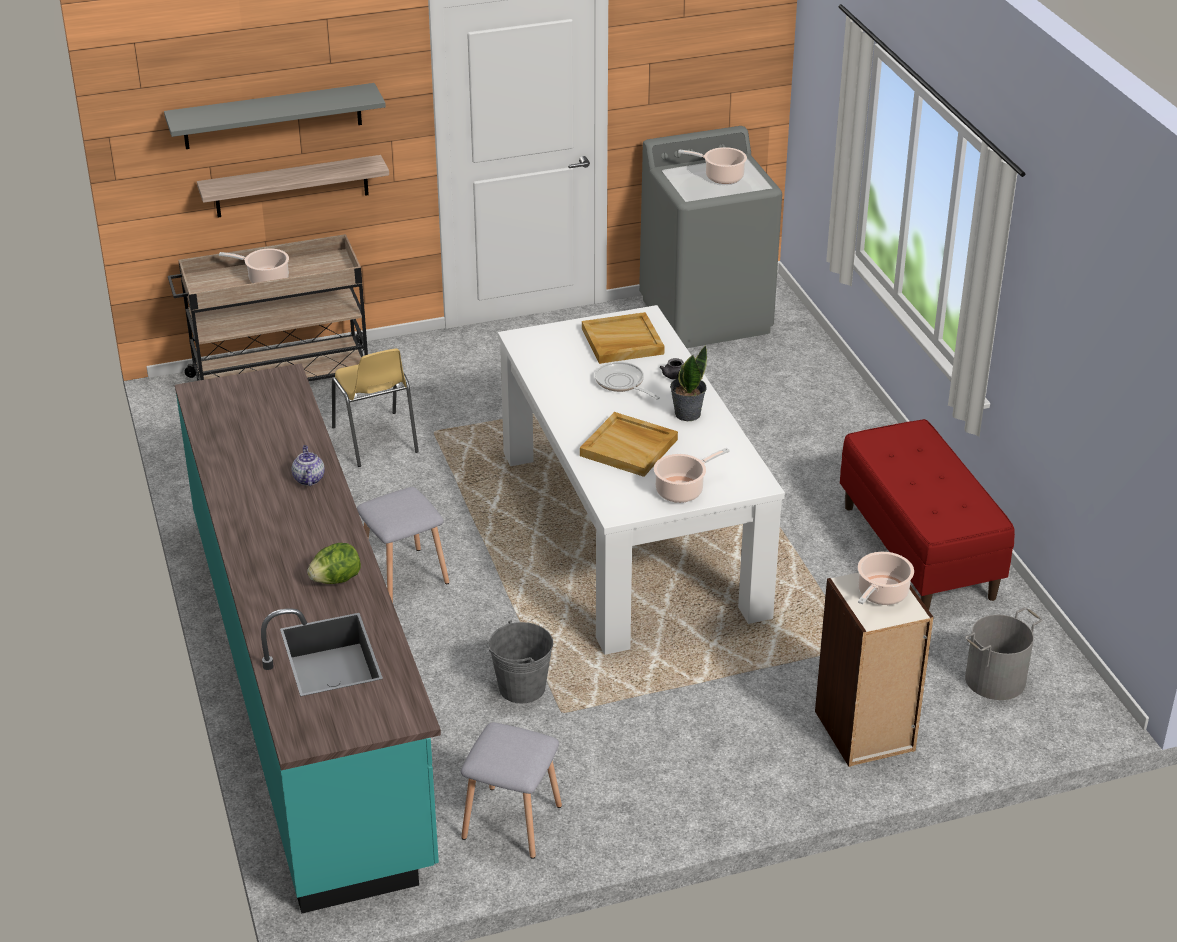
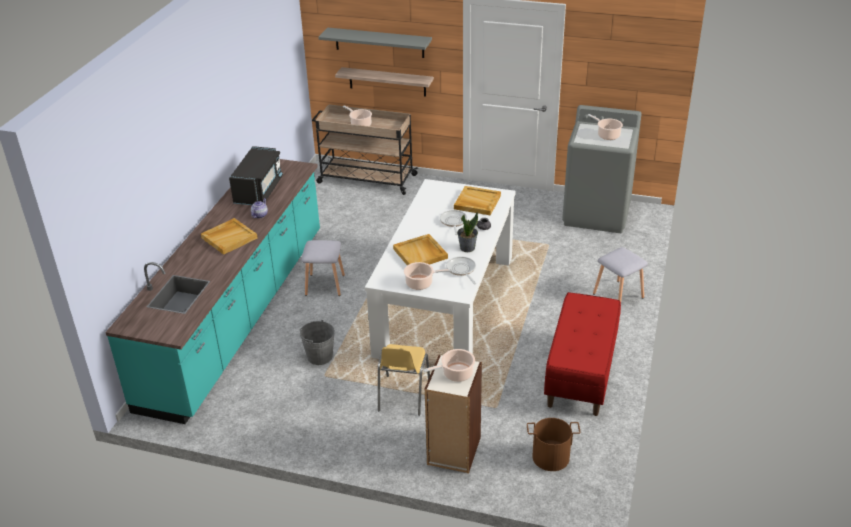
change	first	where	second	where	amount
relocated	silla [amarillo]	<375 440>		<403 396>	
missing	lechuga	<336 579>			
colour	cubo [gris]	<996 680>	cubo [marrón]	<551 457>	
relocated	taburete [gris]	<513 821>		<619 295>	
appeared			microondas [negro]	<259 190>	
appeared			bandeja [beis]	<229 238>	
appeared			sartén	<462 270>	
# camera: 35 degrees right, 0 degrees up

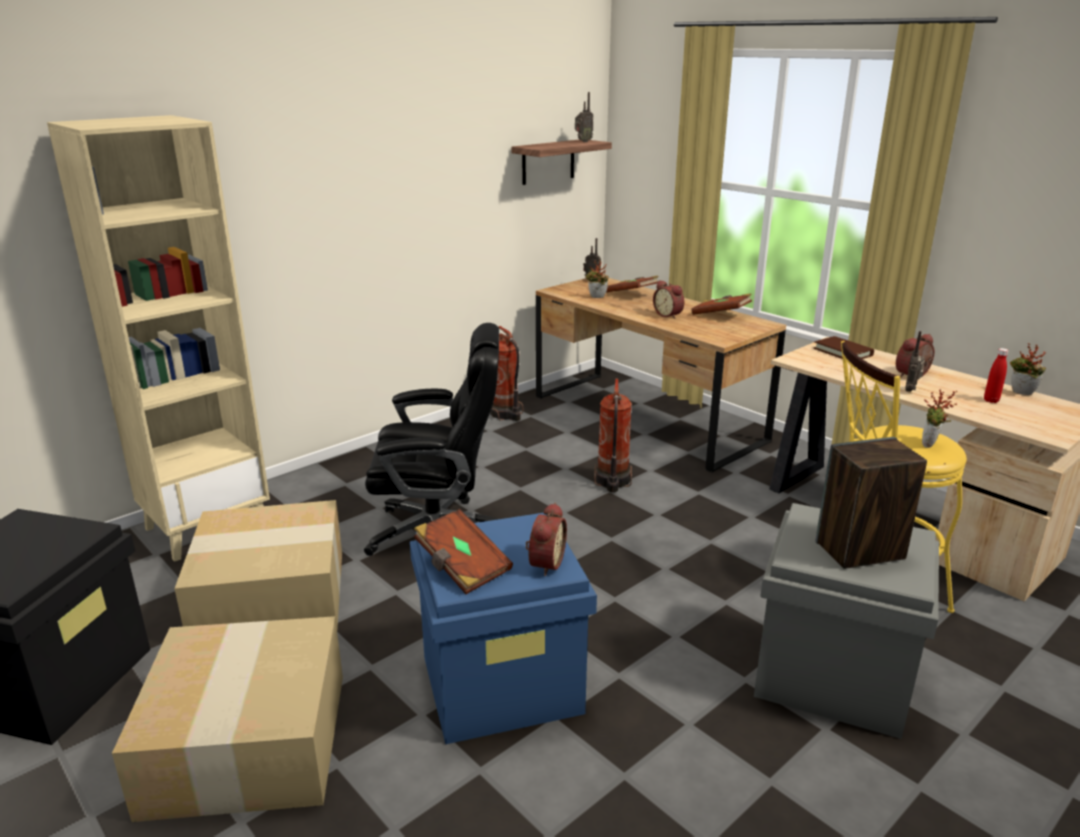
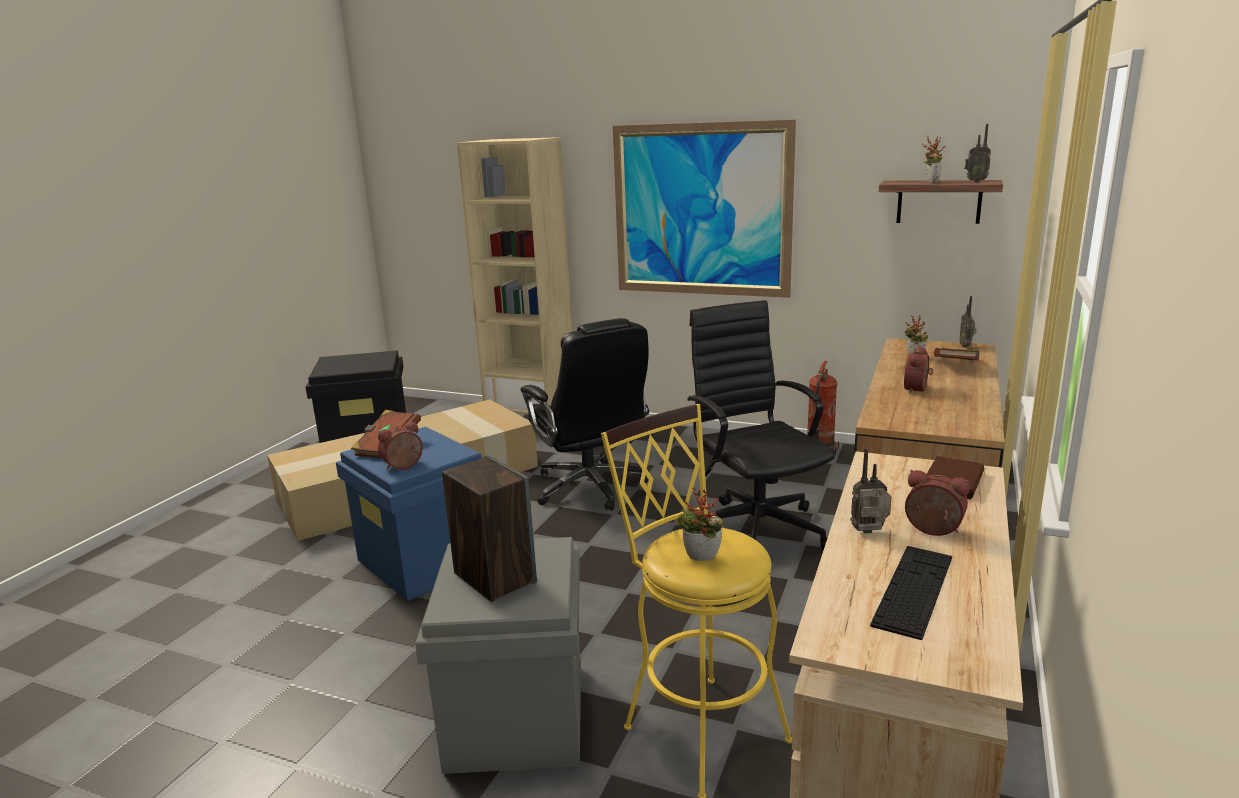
change	first	where	second	where	amount
missing	libro [marrón]	<720 315>			
relocated	planta en maceta	<1021 393>		<930 182>	
exchanged	botella [rojo]	<991 400>	teclado	<913 590>	
exchanged	extintor	<611 481>	silla de oficina [negro]	<756 530>	
spun	despertador	<544 563>		<404 467>	150 degrees clockwise
appeared			cuadro	<701 210>	
# camera: 65 degrees right, 5 degrees down

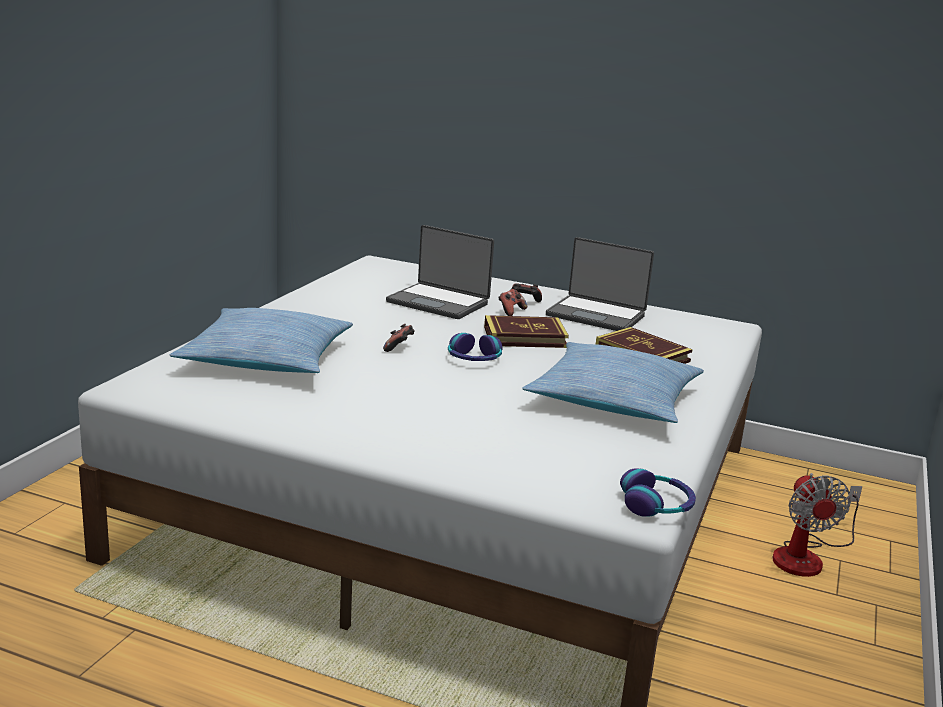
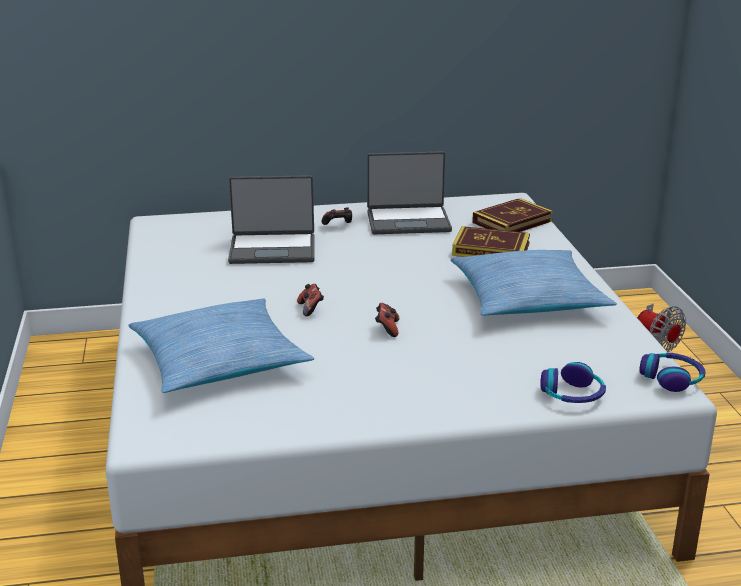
change	first	where	second	where	amount
relocated	mando de consola	<511 311>		<387 329>	
relocated	libro	<524 337>		<512 222>	
relocated	auriculares	<474 359>		<572 395>	
# camera: 30 degrees left, 5 degrees up

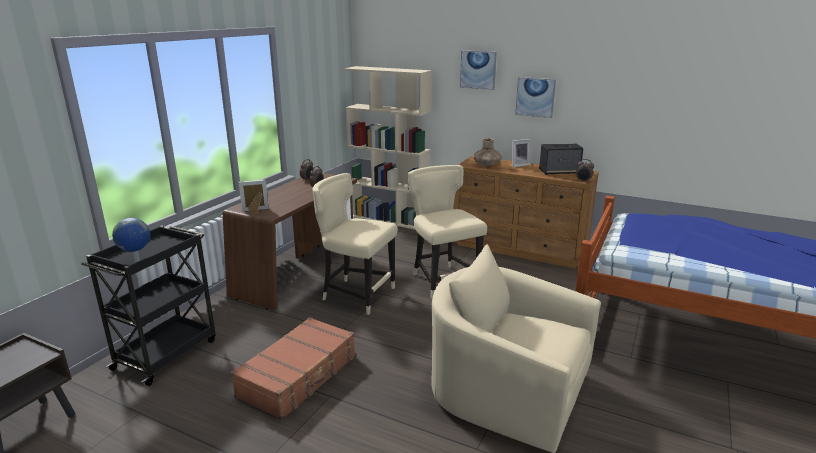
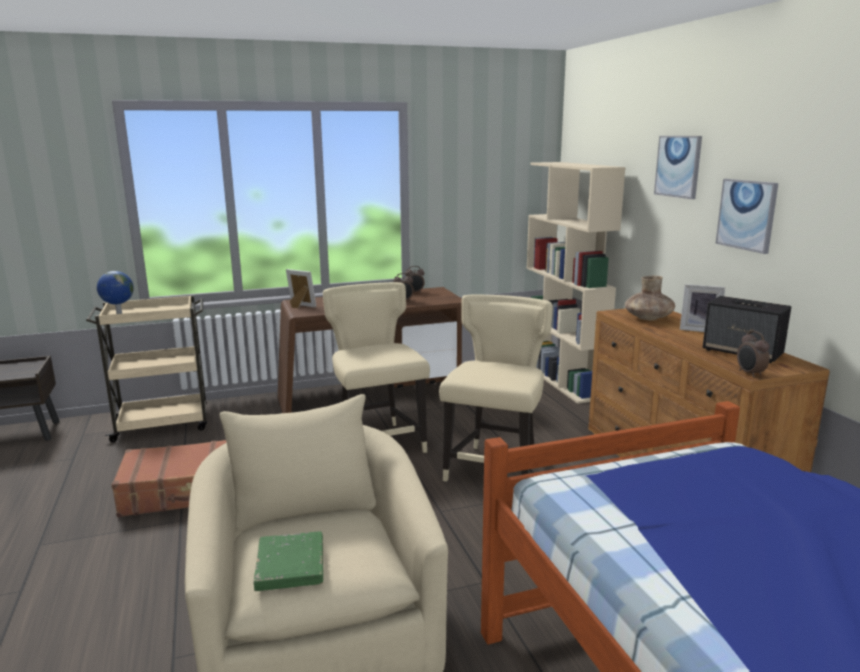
change	first	where	second	where	amount
colour	carrito [negro]	<167 353>	carrito [beis]	<164 424>	
appeared			libro [verde]	<290 565>	
# camera: 45 degrees right, 5 degrees down

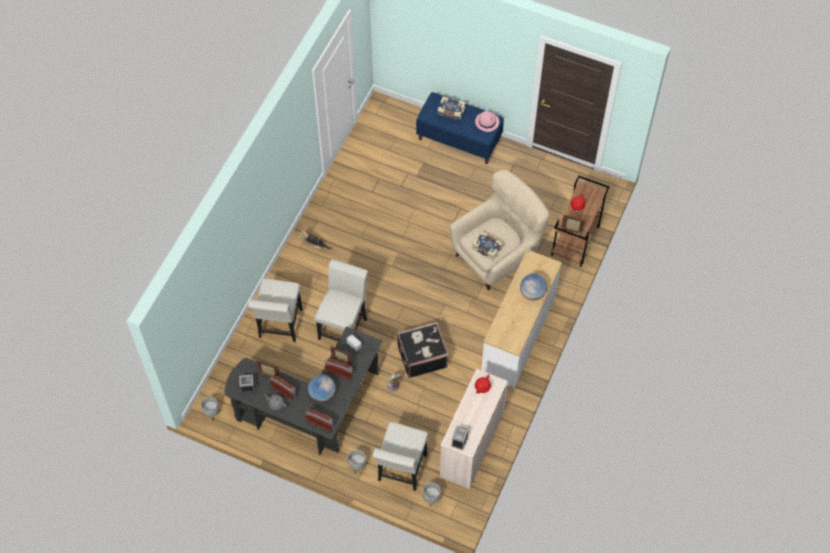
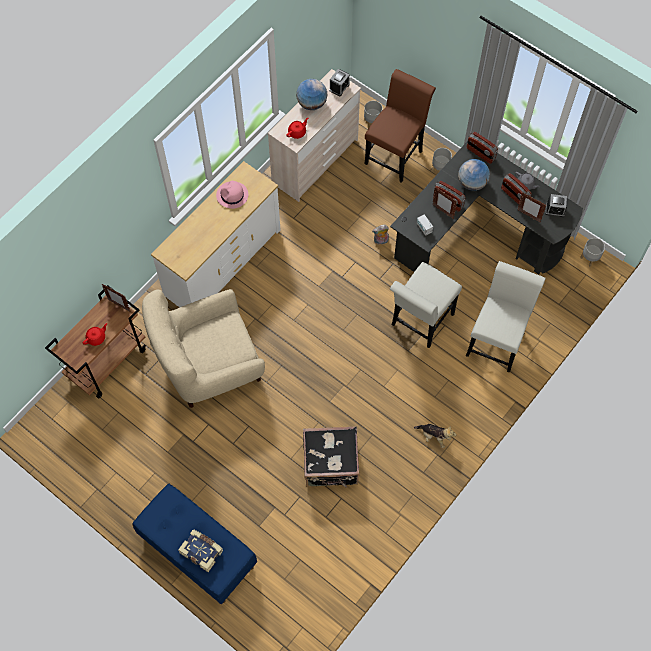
change	first	where	second	where	amount
relocated	sombrero [rosa]	<487 121>		<232 195>	
missing	libro	<487 248>			
relocated	globo terráqueo	<532 293>		<311 103>	
relocated	maleta [negro]	<421 356>		<331 464>	
colour	silla [blanco]	<401 471>	silla [marrón]	<396 154>	
# camera: 165 degrees left, 5 degrees up

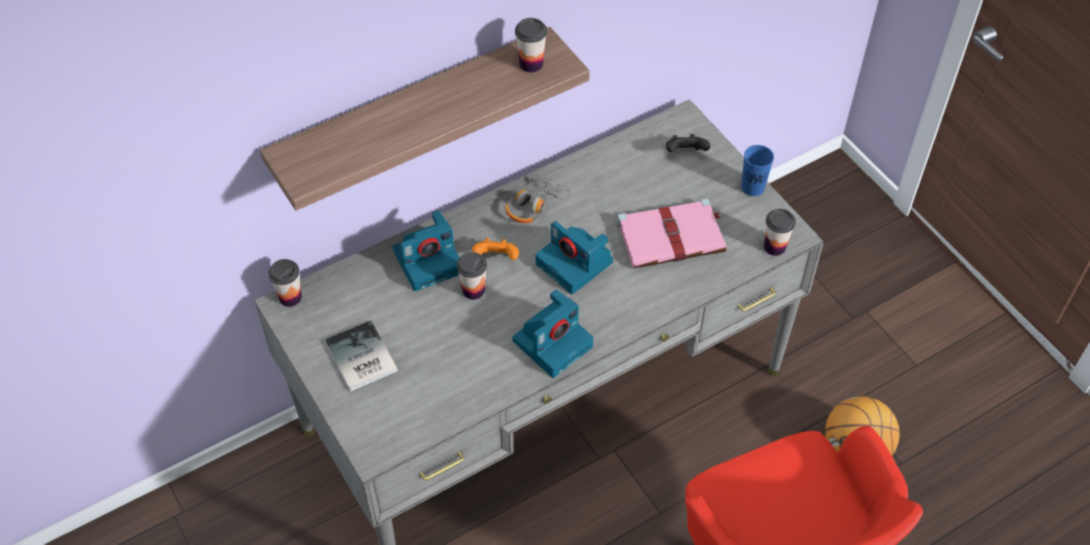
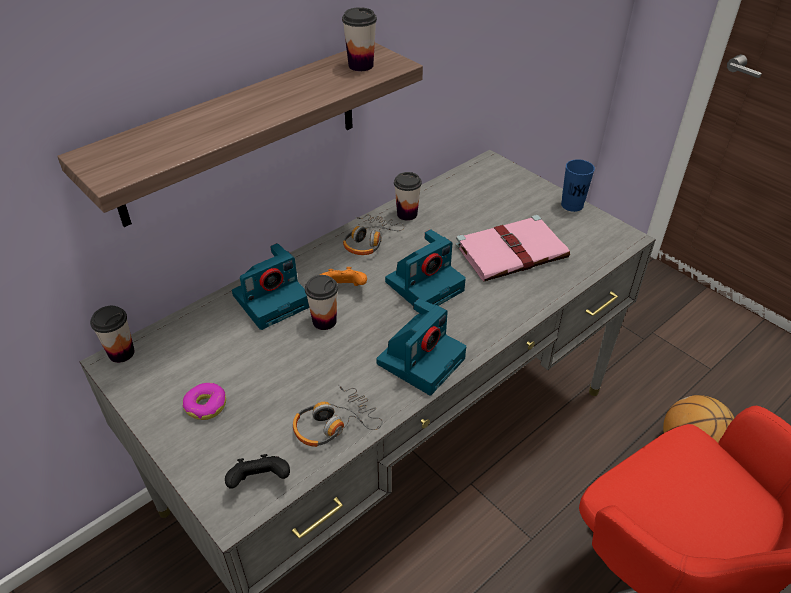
change	first	where	second	where	amount
relocated	mando de consola [negro]	<685 153>		<260 481>	
relocated	taza	<774 247>		<407 214>	
spun	cámara	<576 264>		<425 285>	75 degrees counterclockwise
exchanged	libro	<360 359>	rosquilla	<206 405>	
appeared			auriculares	<334 424>	
# camera: 10 degrees left, 10 degrees down

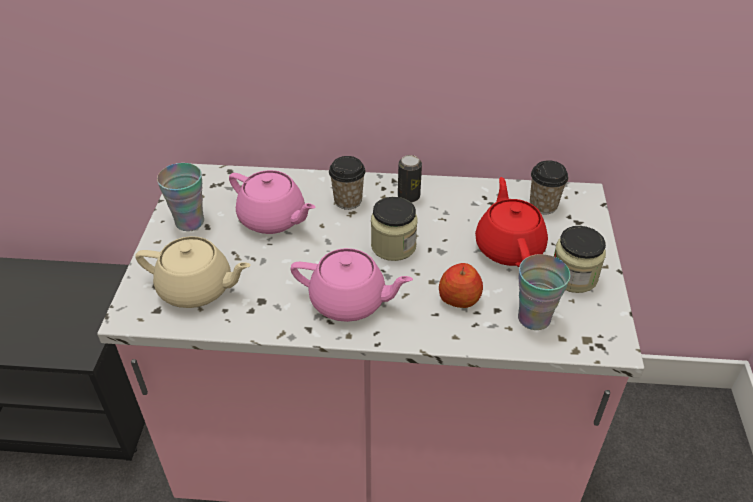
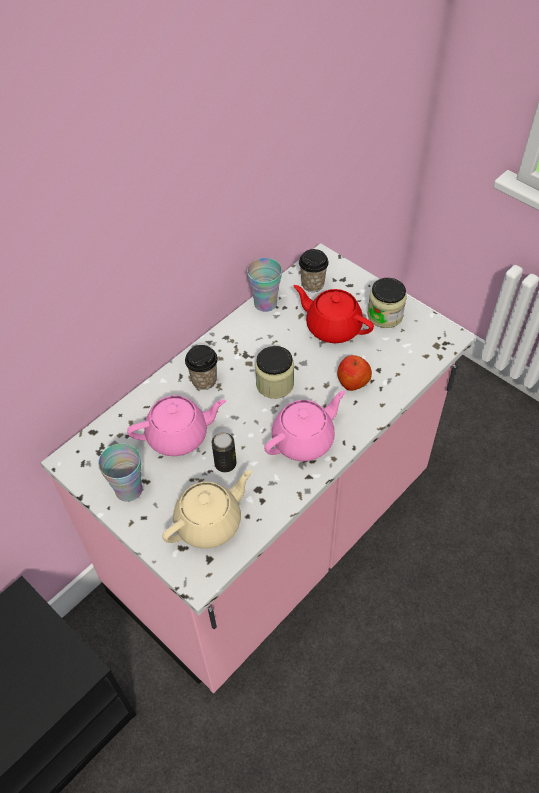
change	first	where	second	where	amount
relocated	lata	<408 196>		<225 464>	
relocated	taza	<534 318>		<265 303>	
# camera: 50 degrees left, 10 degrees up

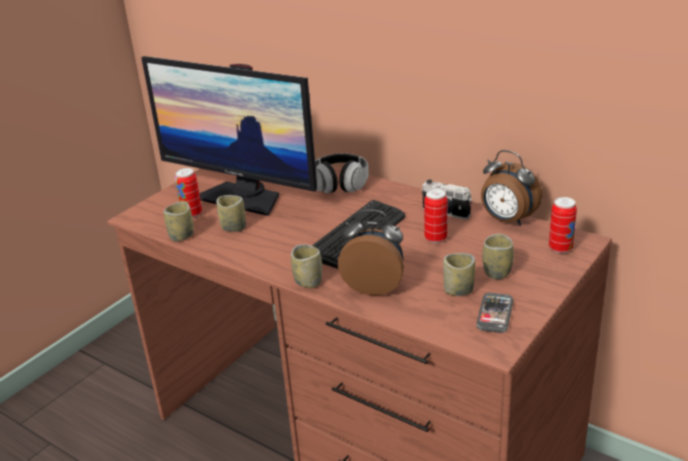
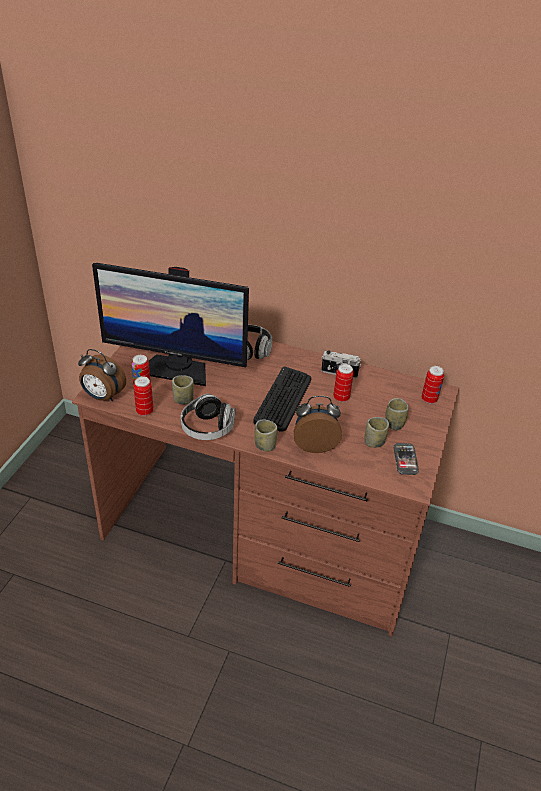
change	first	where	second	where	amount
relocated	despertador	<507 220>		<103 397>	
exchanged	taza	<181 236>	lata	<144 411>	
appeared			auriculares	<207 428>	
# camera: 20 degrees left, 10 degrees up

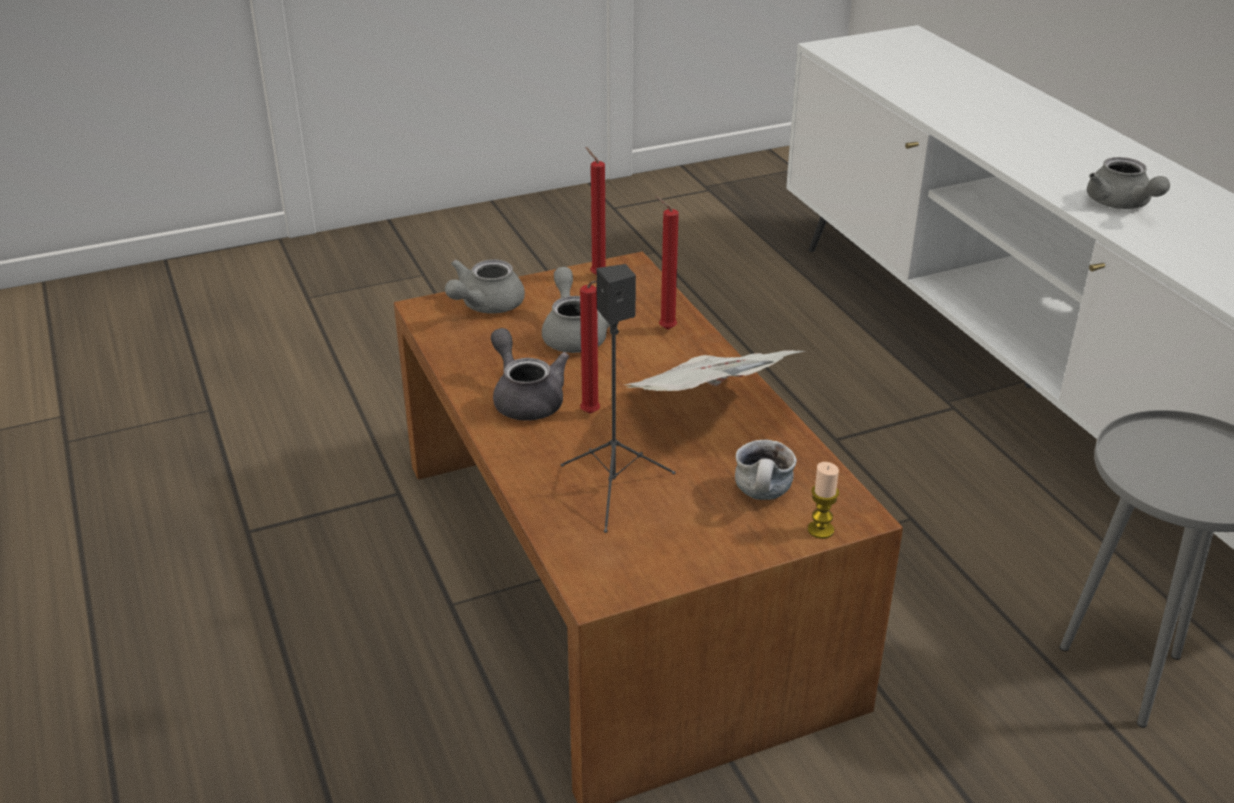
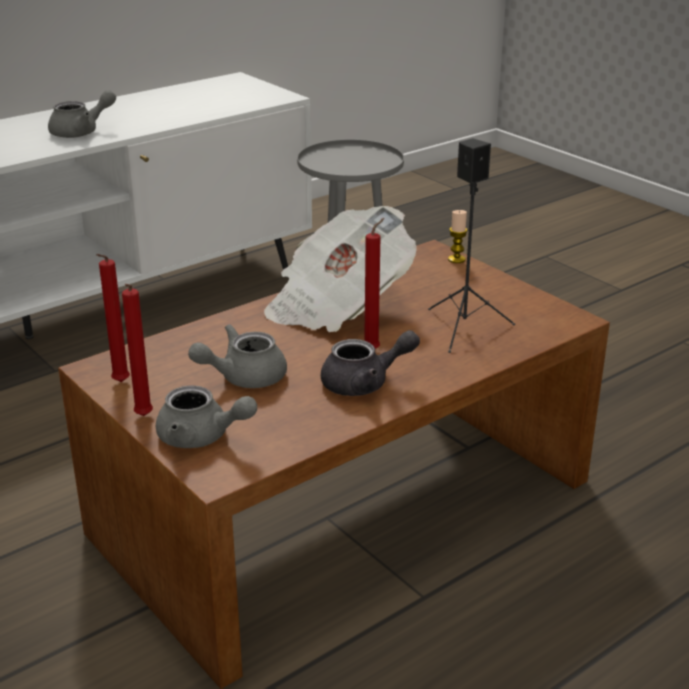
change	first	where	second	where	amount
relocated	vela [rojo]	<664 329>		<143 417>	
spun	tetera [gris]	<525 398>		<365 383>	150 degrees counterclockwise
missing	taza grande	<764 497>			
# camera: 105 degrees left, 5 degrees down

